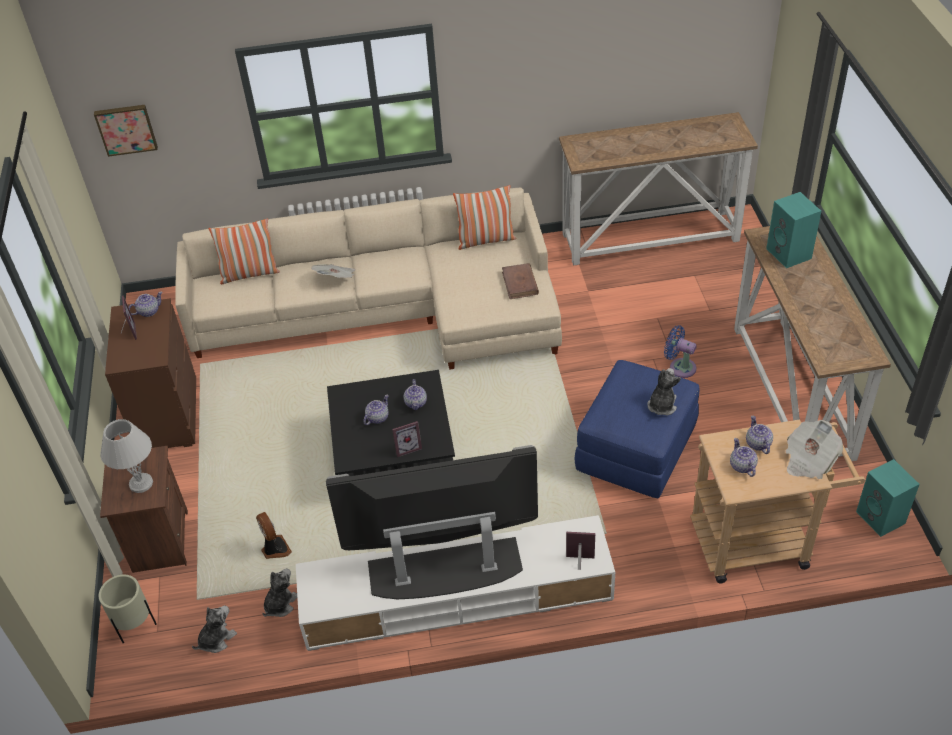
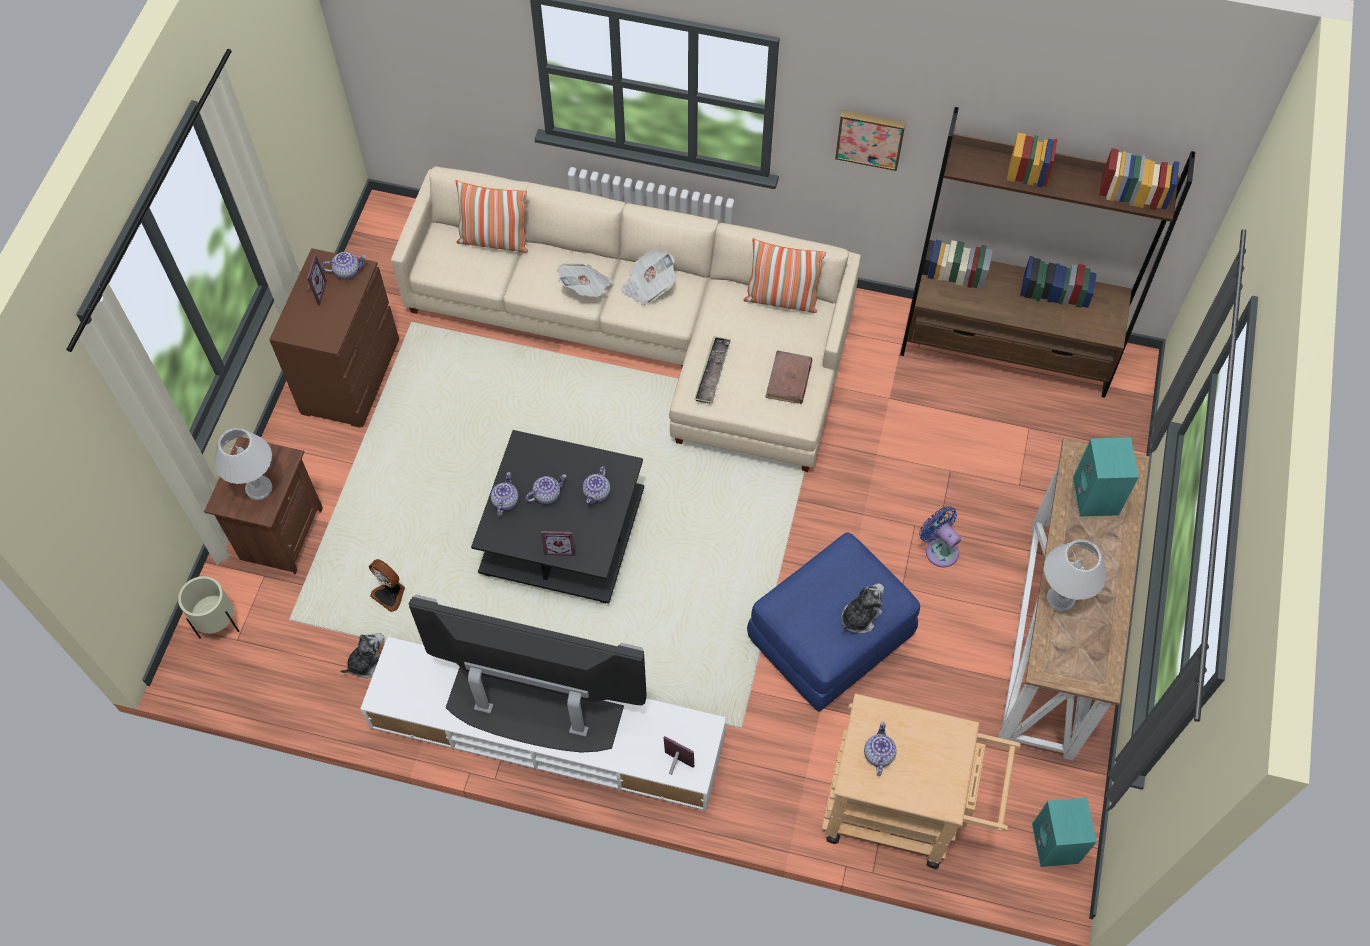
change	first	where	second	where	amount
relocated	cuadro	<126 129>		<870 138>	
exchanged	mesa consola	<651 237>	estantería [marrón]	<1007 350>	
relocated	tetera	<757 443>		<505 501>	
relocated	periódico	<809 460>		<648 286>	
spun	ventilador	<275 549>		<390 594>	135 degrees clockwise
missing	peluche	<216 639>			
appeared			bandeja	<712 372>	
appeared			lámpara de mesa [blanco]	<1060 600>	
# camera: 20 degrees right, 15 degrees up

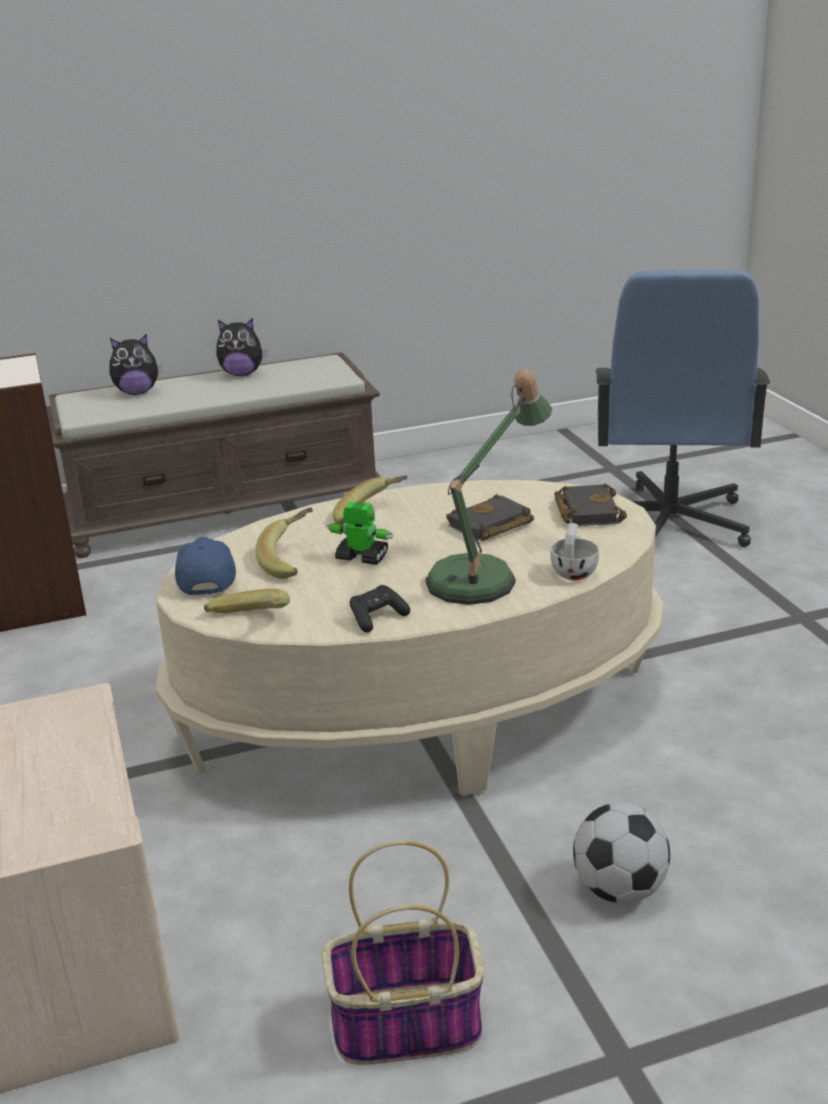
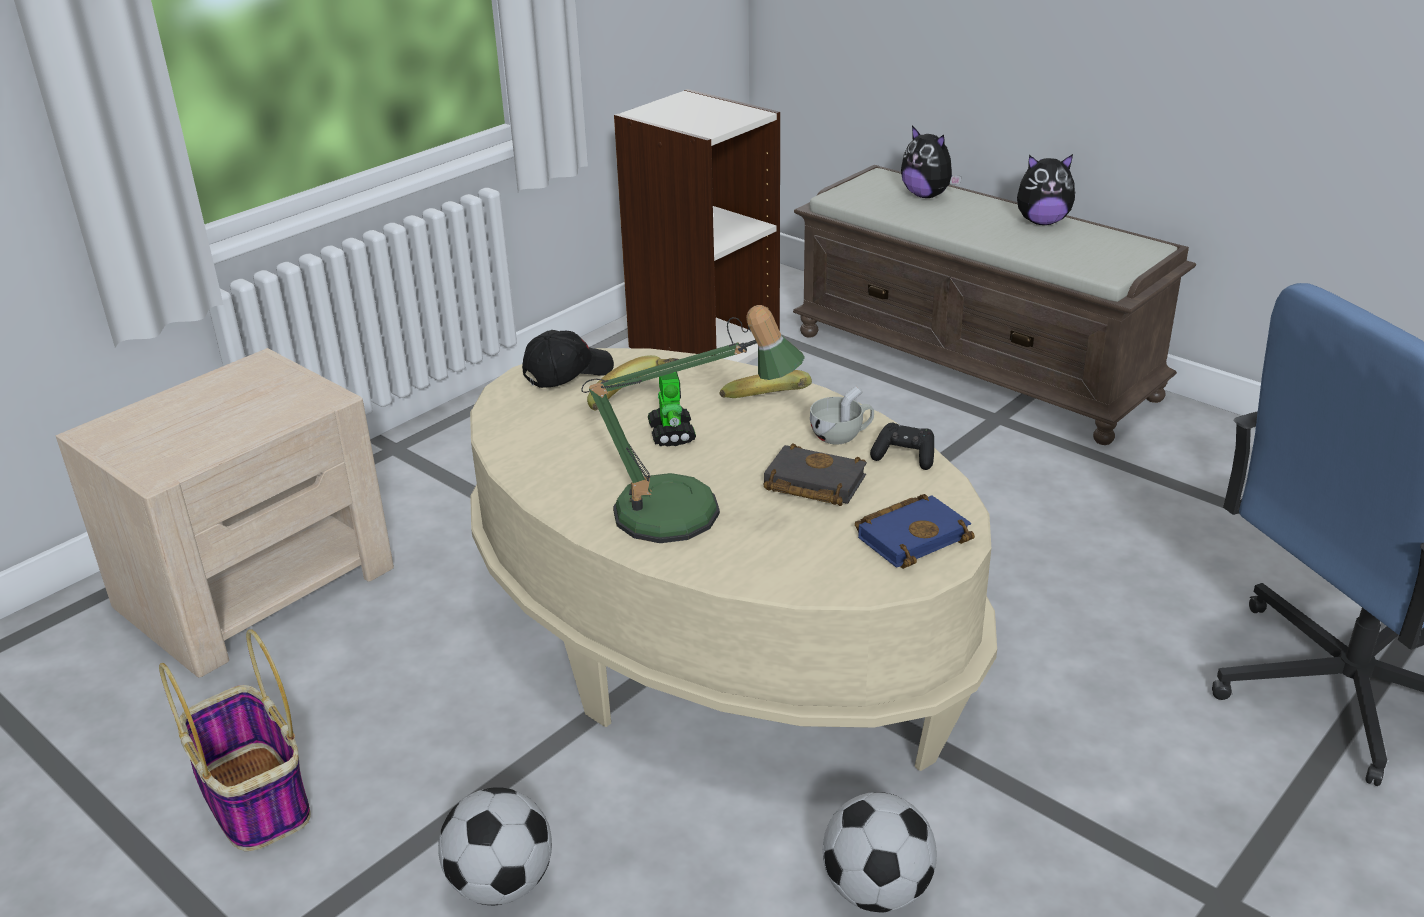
change	first	where	second	where	amount
spun	peluche	<242 374>		<1042 222>	60 degrees counterclockwise
colour	libro [negro]	<586 511>	libro [azul]	<913 535>	
relocated	taza [blanco]	<574 571>		<842 436>	
colour	gorra [azul]	<206 578>	gorra [negro]	<567 373>	
relocated	mando de consola [negro]	<377 618>		<904 456>	
missing	plátano	<249 625>			
appeared			balón de fútbol	<877 891>	
# camera: 60 degrees right, 5 degrees up

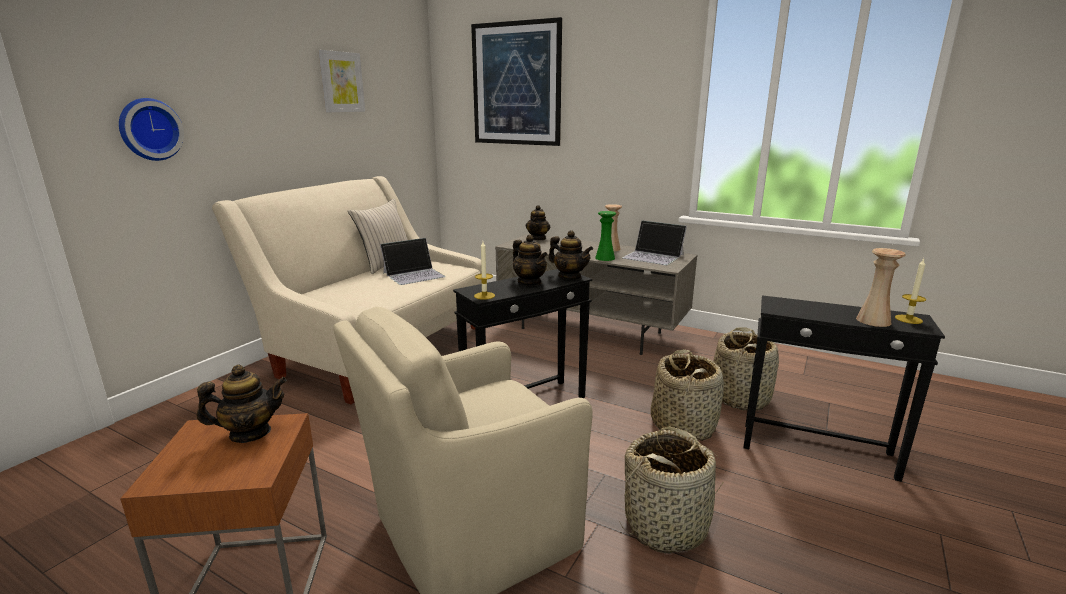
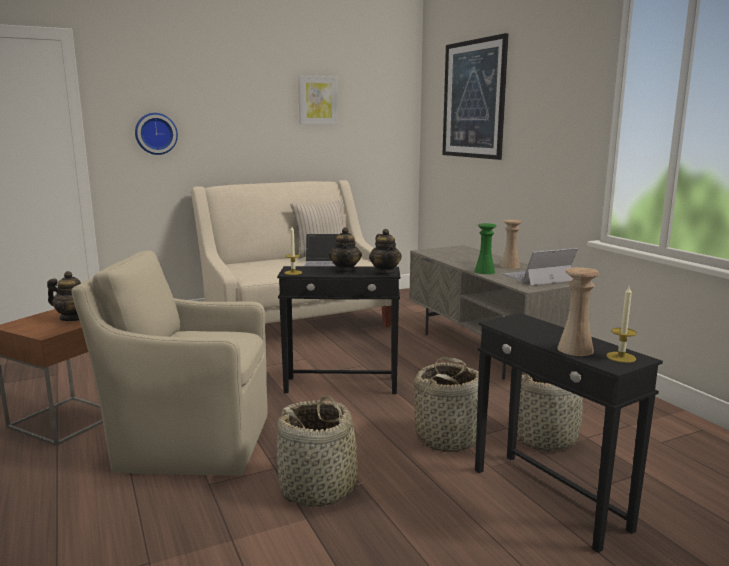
change	first	where	second	where	amount
missing	tetera	<538 238>			
spun	portátil	<653 256>		<537 277>	90 degrees clockwise
# camera: 35 degrees right, 5 degrees down

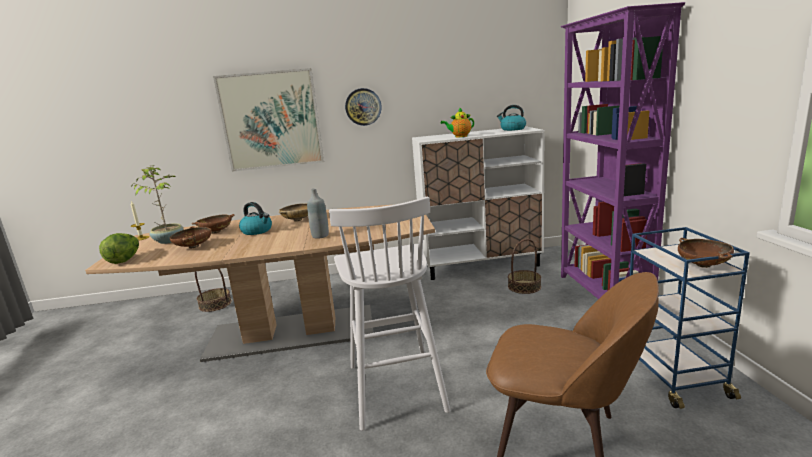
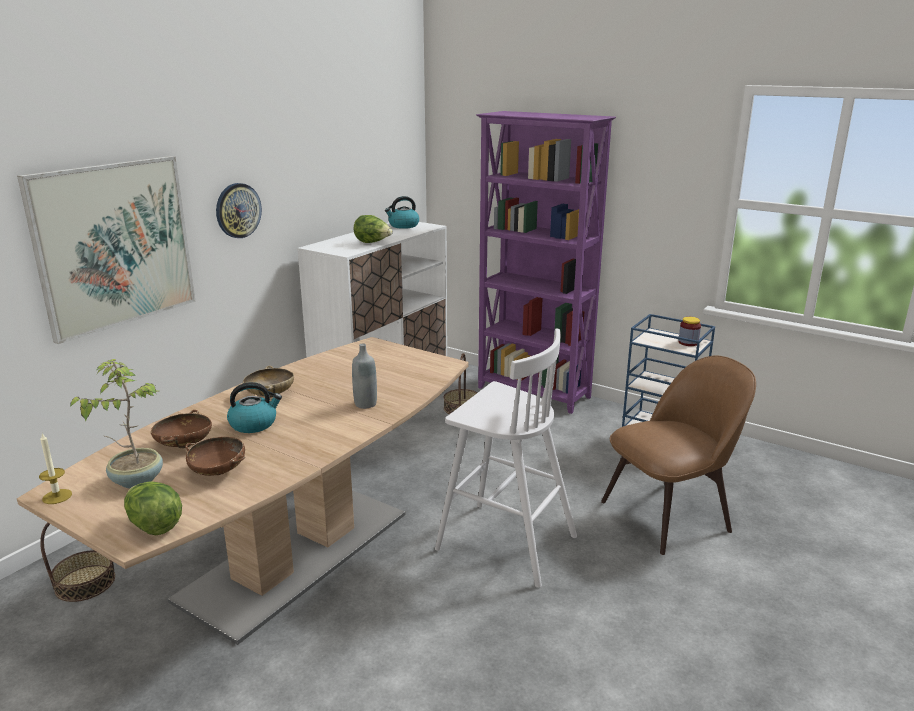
change	first	where	second	where	amount
exchanged	tetera	<459 136>	lechuga	<373 243>	
exchanged	cuenco [marrón]	<703 265>	tarro	<688 342>	
# camera: 50 degrees left, 5 degrees up

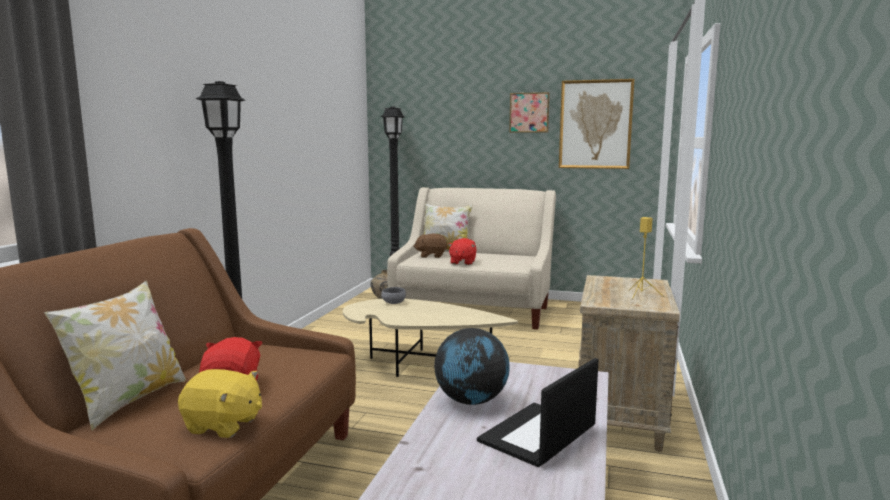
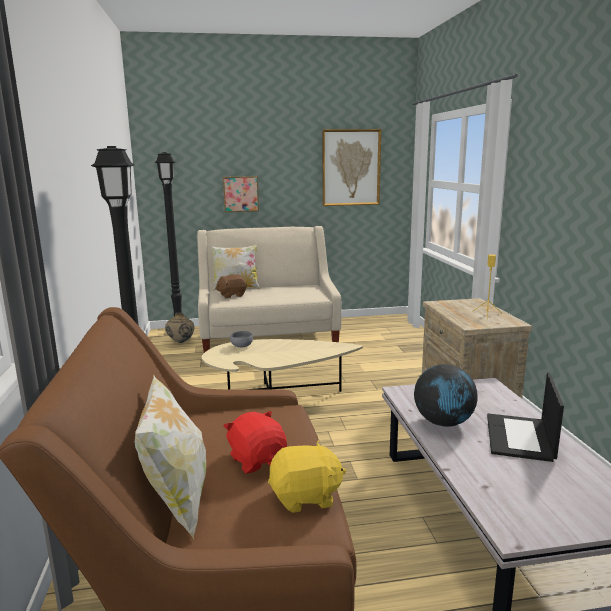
change	first	where	second	where	amount
relocated	cuadro	<529 112>		<240 194>	
missing	peluche [rojo]	<462 262>			
# camera: 25 degrees left, 5 degrees up

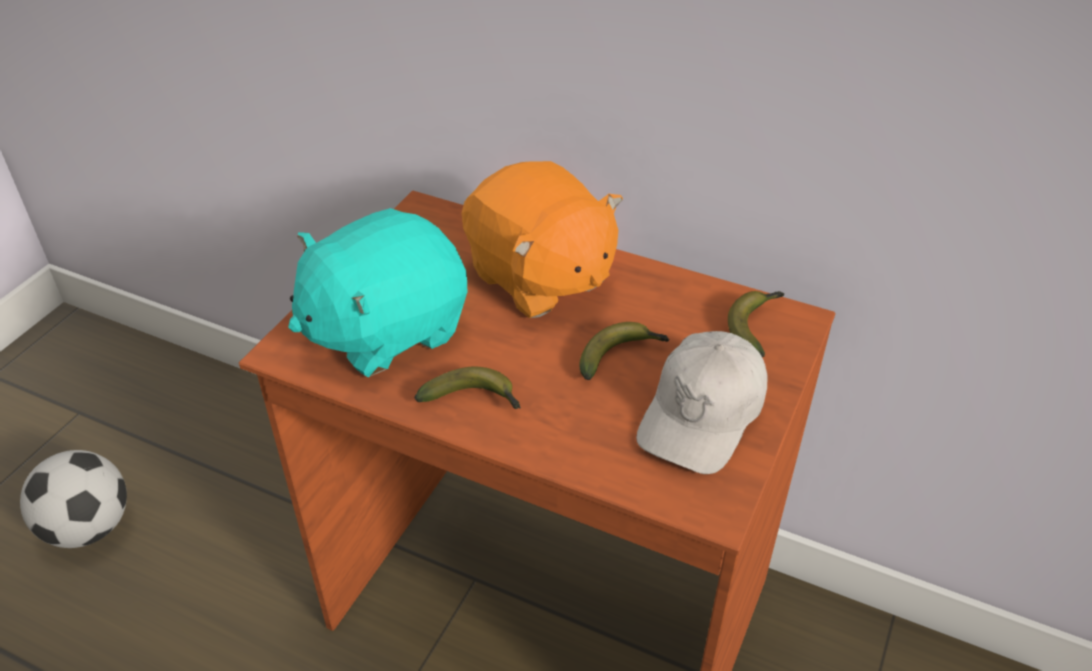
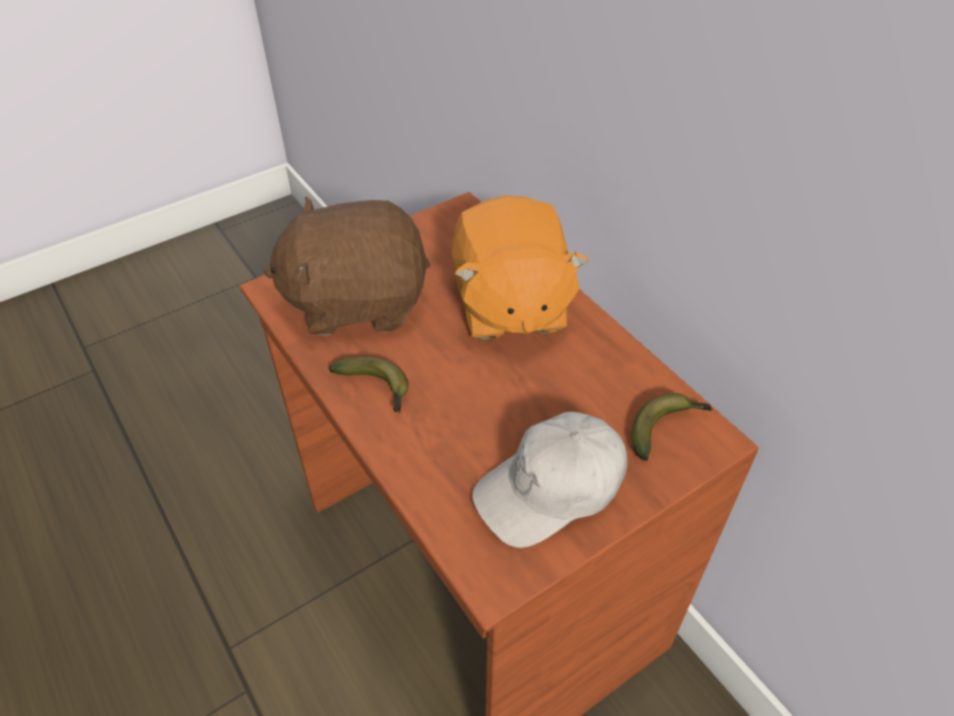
change	first	where	second	where	amount
colour	peluche [turquesa]	<384 330>	peluche [marrón]	<357 301>	
missing	plátano	<621 356>			
missing	balón de fútbol	<89 527>			
# camera: 30 degrees right, 5 degrees up

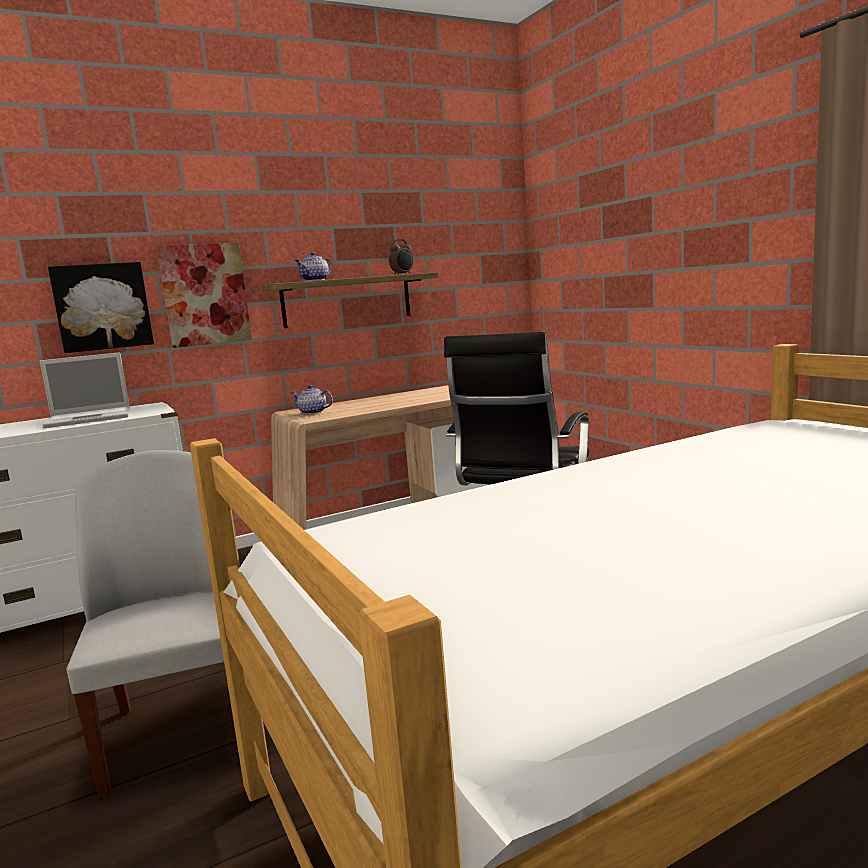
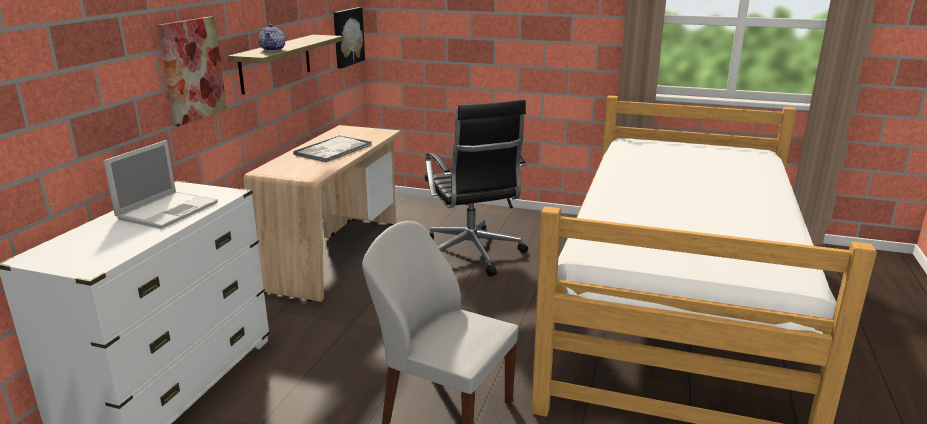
change	first	where	second	where	amount
missing	despertador	<403 274>			
relocated	cuadro	<102 307>		<347 37>	
missing	tetera	<313 412>			
appeared			bandeja	<332 150>	
# camera: 45 degrees left, 10 degrees up

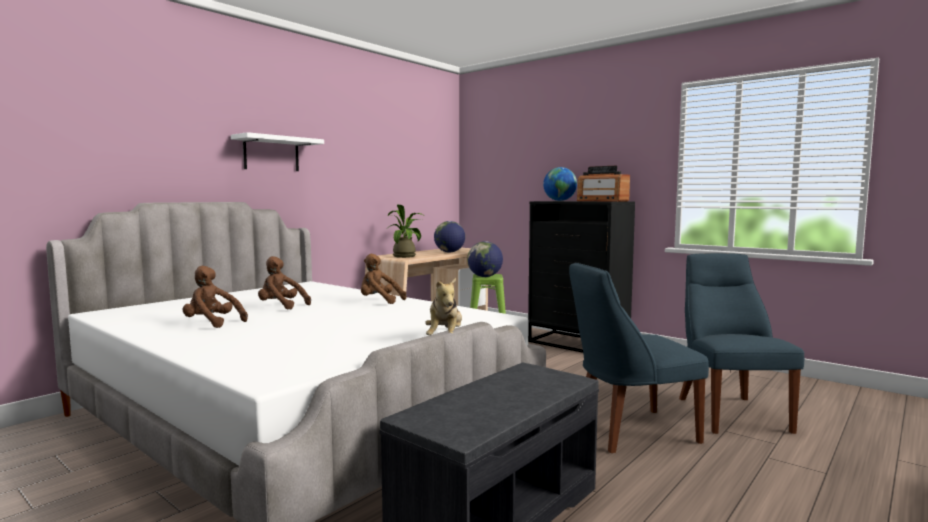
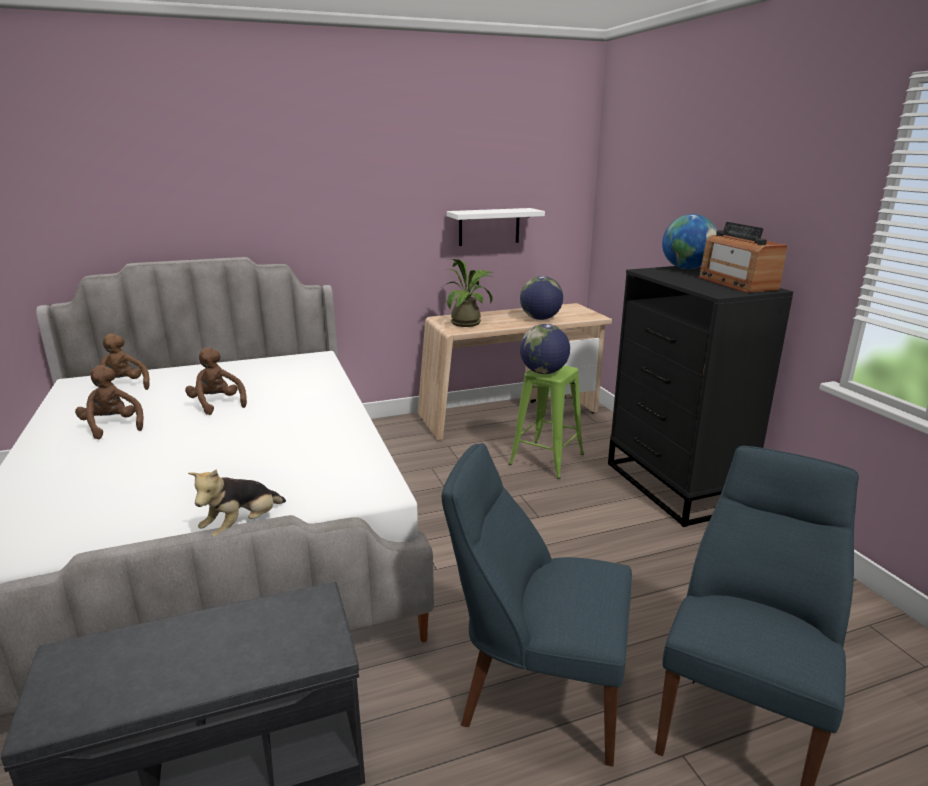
change	first	where	second	where	amount
relocated	estante [blanco]	<271 154>		<489 227>	
relocated	peluche [marrón]	<379 301>		<122 387>	
# camera: 30 degrees right, 15 degrees up

